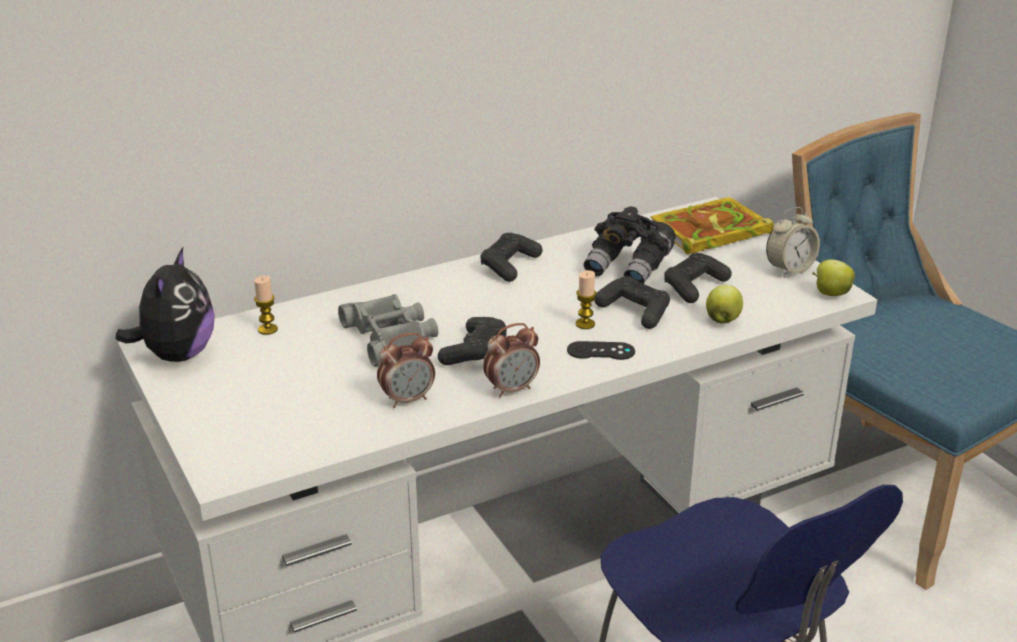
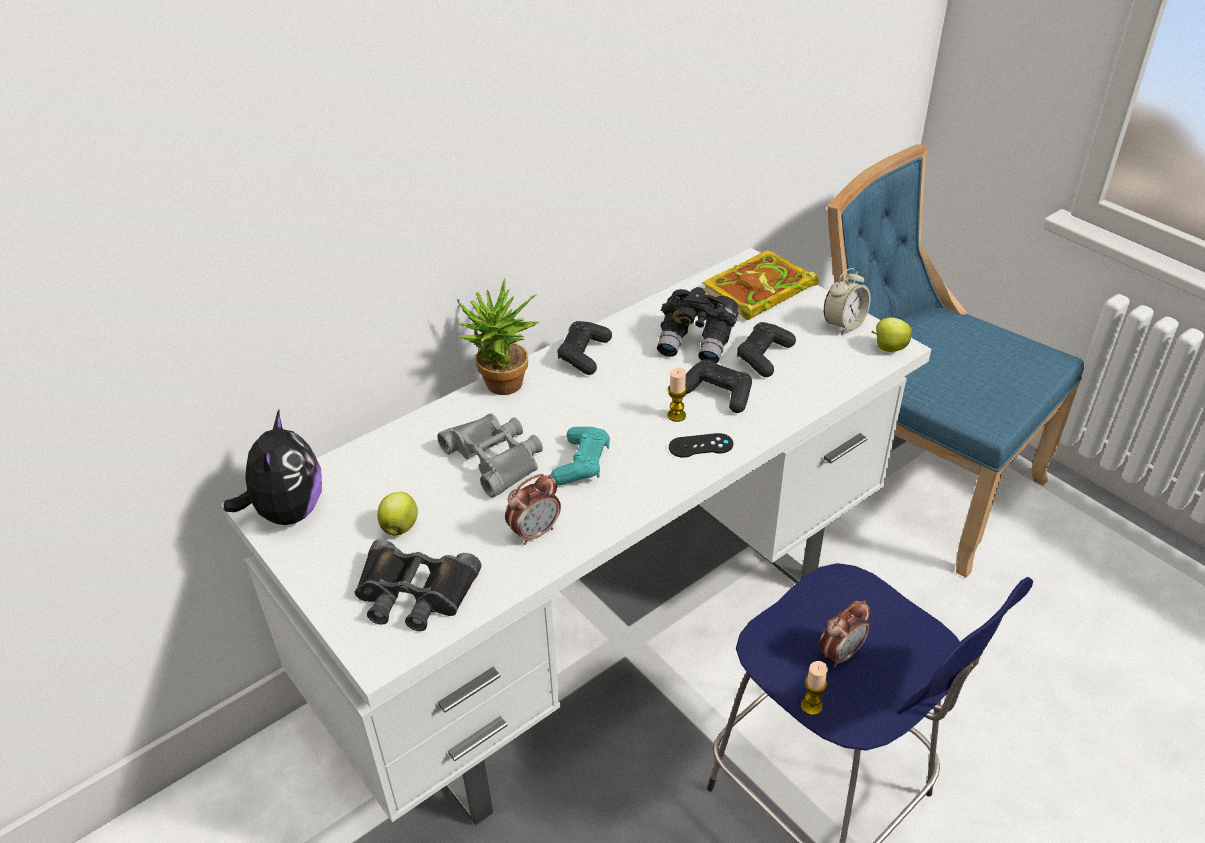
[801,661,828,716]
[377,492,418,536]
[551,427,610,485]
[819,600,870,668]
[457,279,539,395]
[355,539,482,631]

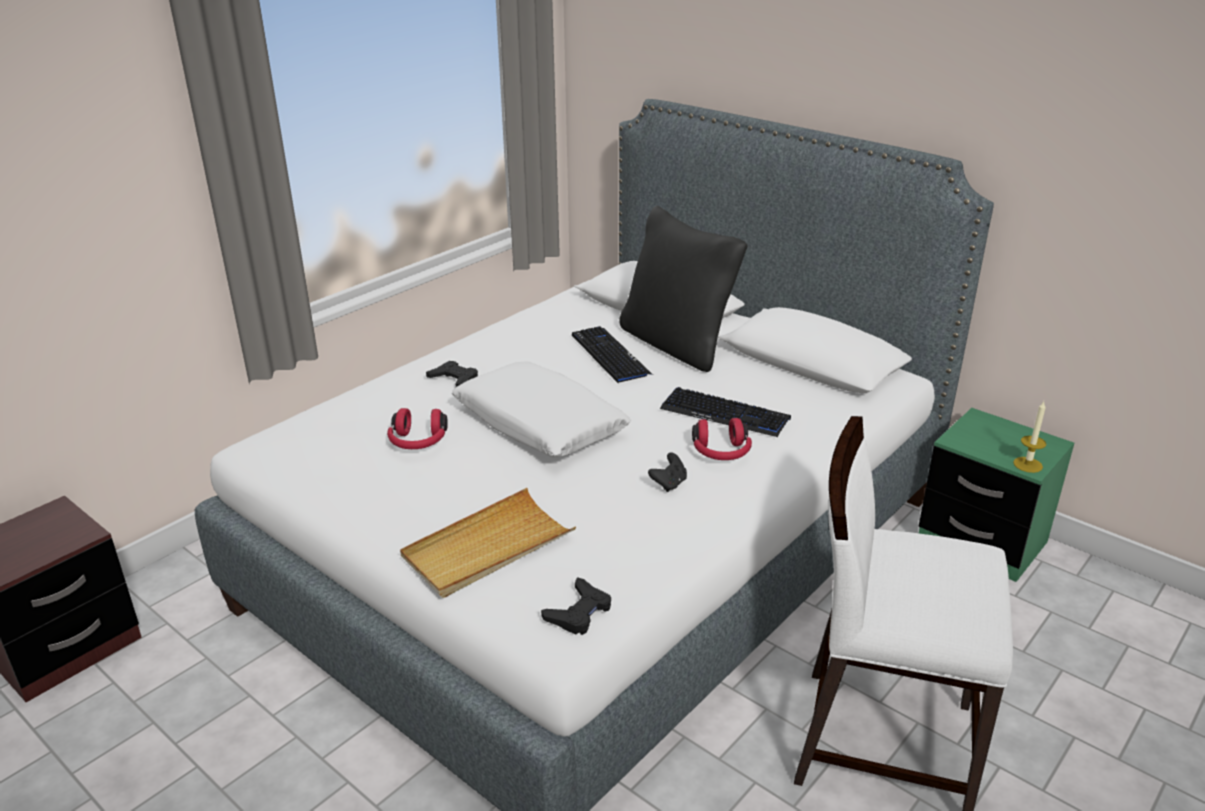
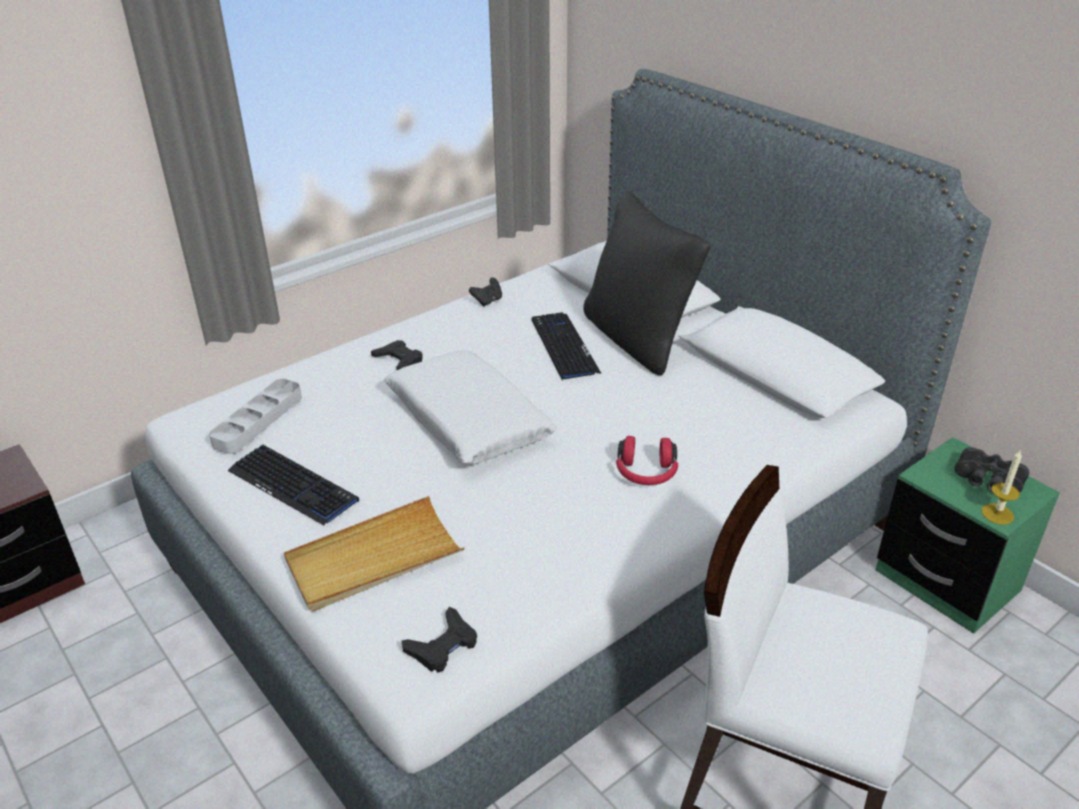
[228,445,359,525]
[387,408,448,449] (first image)
[469,277,502,307]
[209,379,302,454]
[955,447,1029,493]

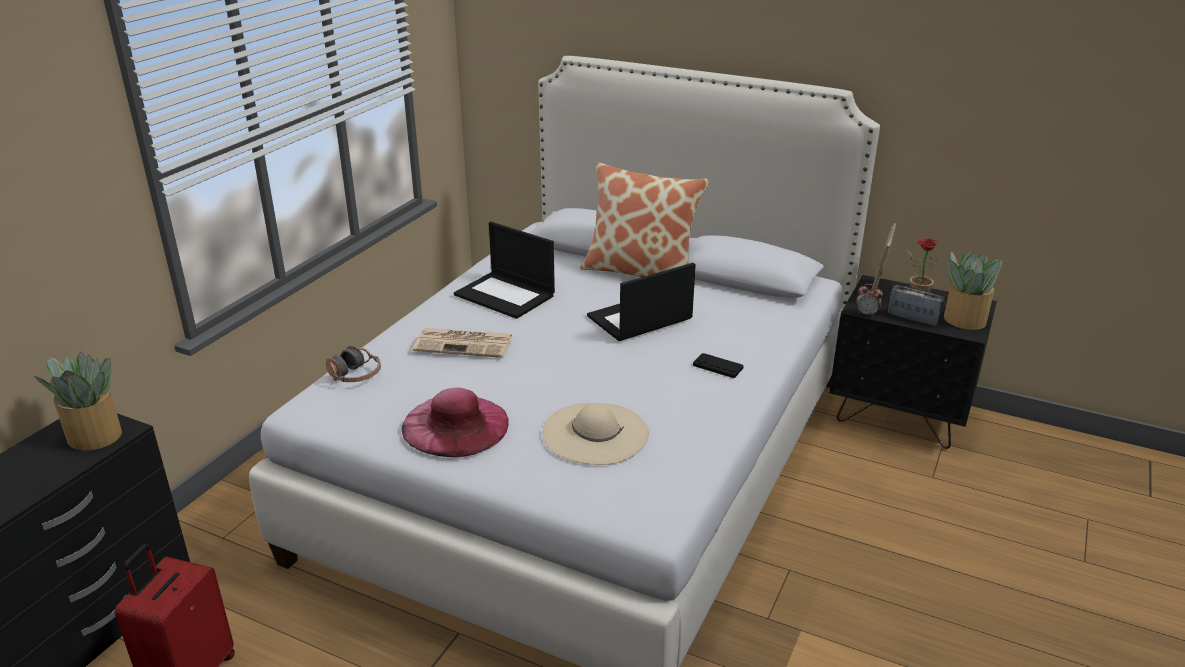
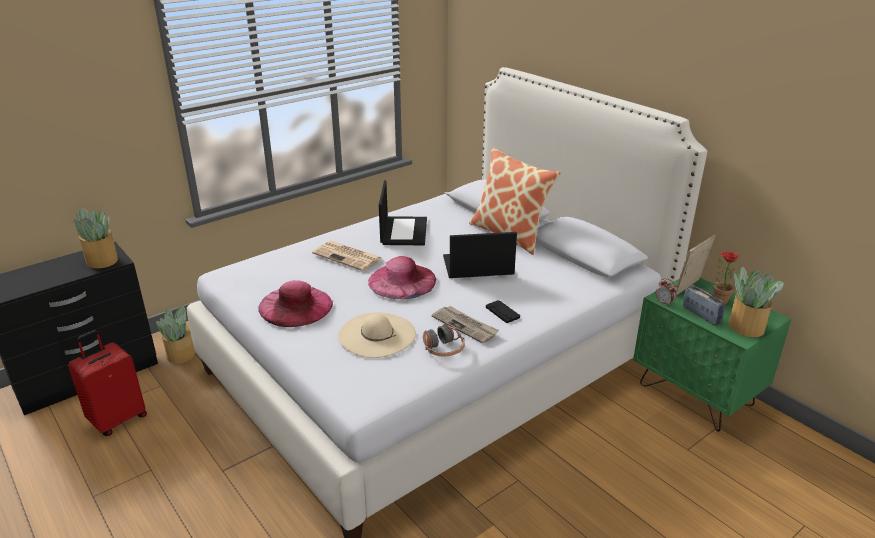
[379,180,427,245]
[633,278,792,432]
[423,324,465,357]
[368,256,436,299]
[156,305,195,364]
[431,306,499,344]

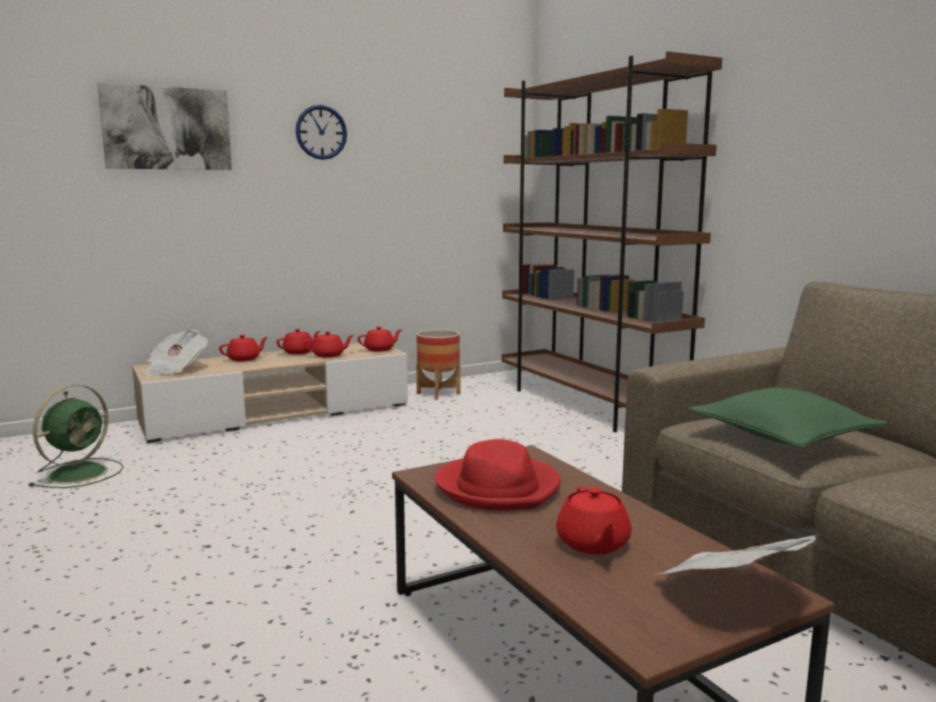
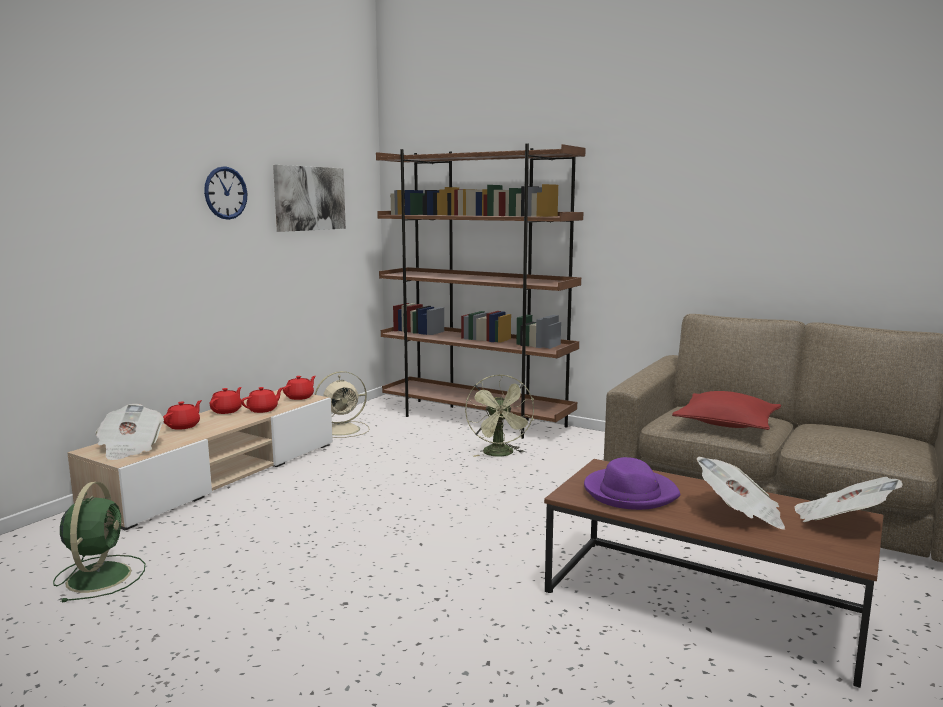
[273,165,346,232]
[315,371,370,438]
[672,391,781,430]
[584,457,680,510]
[697,457,786,530]
[465,374,534,457]

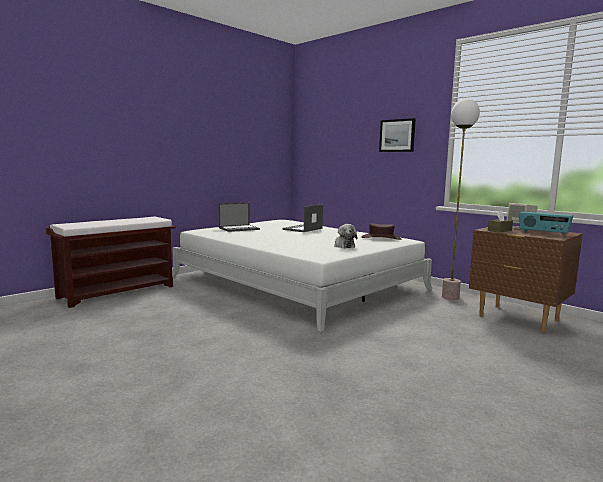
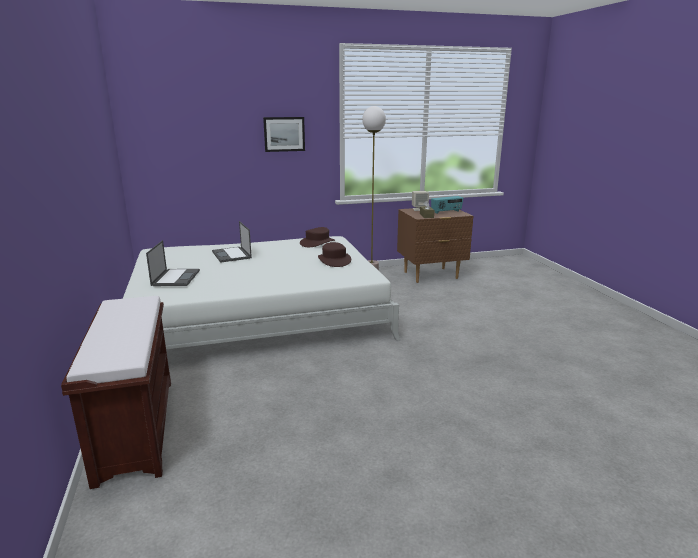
[318,242,351,267]

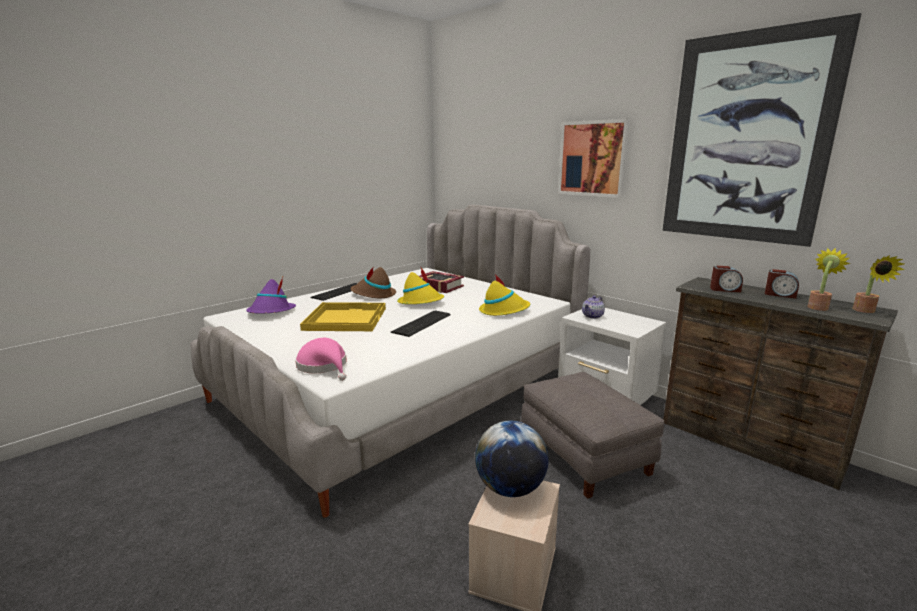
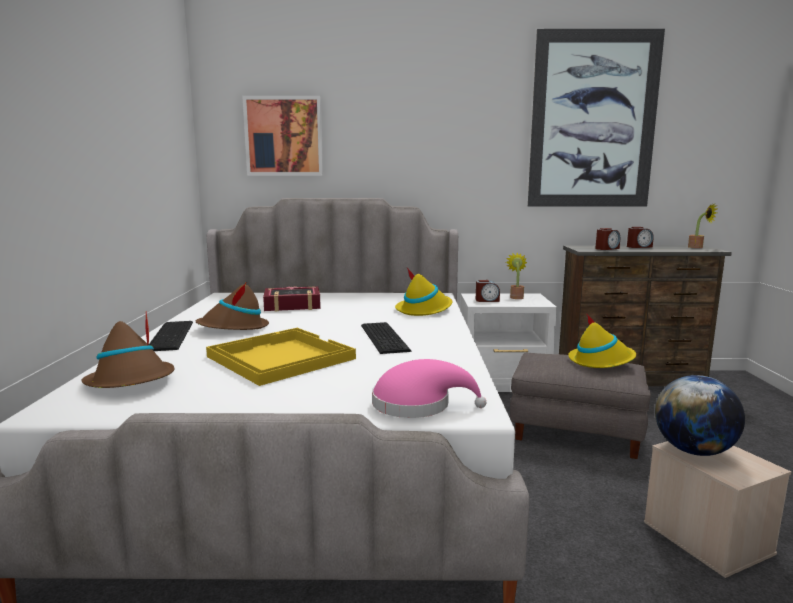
[242,96,323,176]
[506,253,527,299]
[568,313,636,368]
[81,312,174,388]
[476,280,500,302]

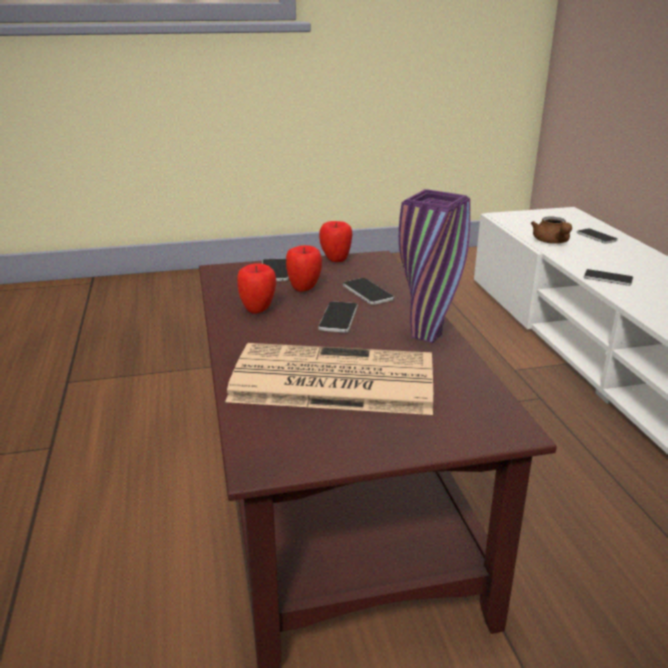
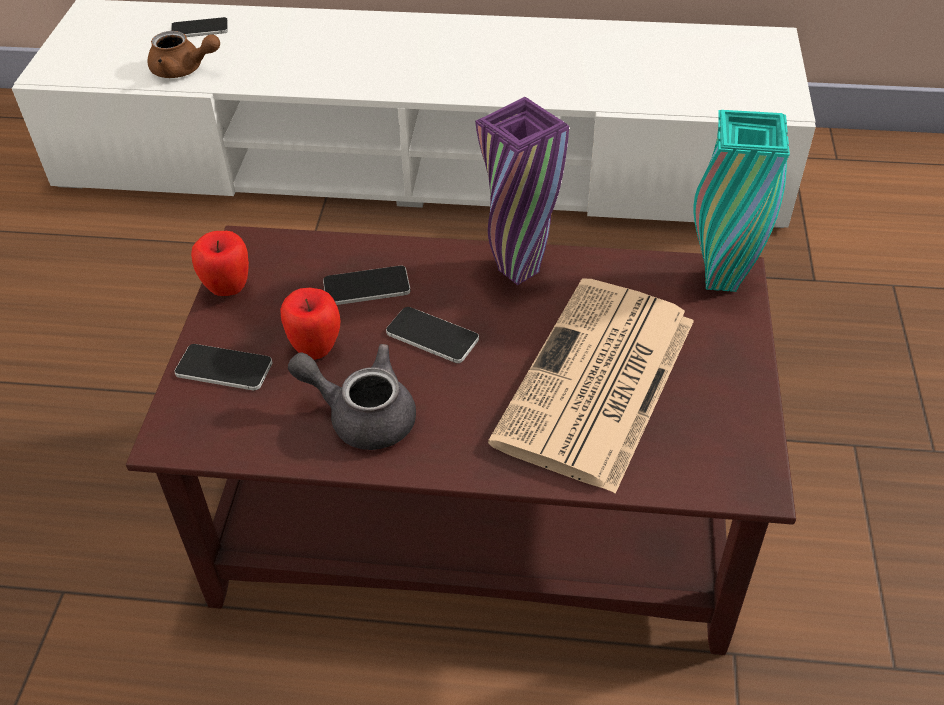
[288,344,416,450]
[584,269,633,286] (first image)
[694,110,790,292]

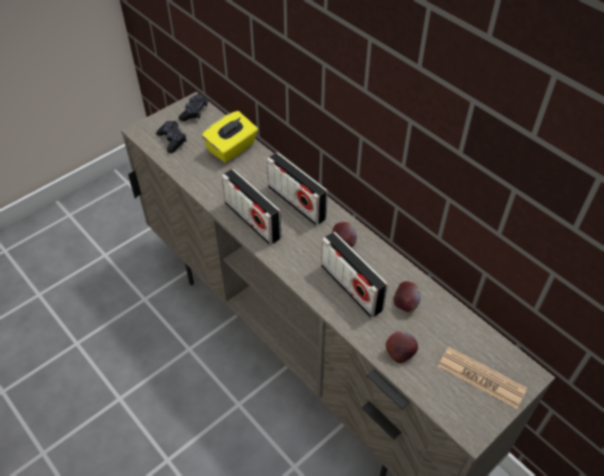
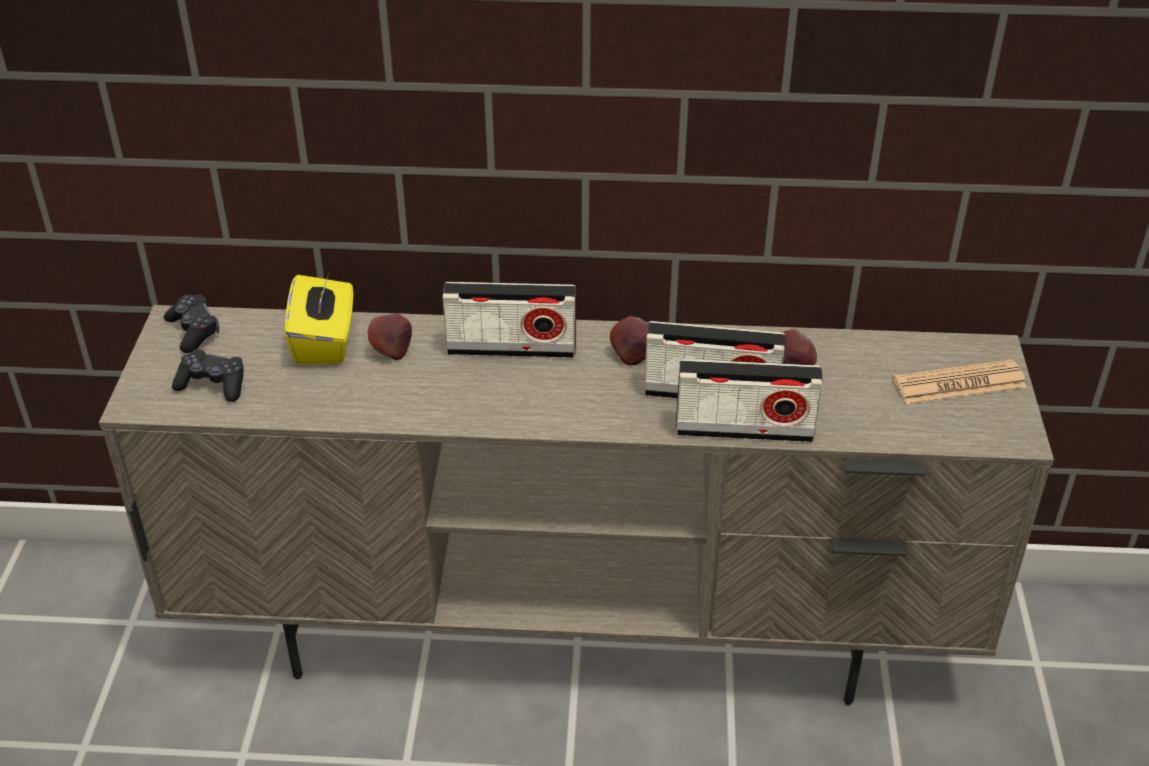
[676,359,823,442]
[368,314,412,360]

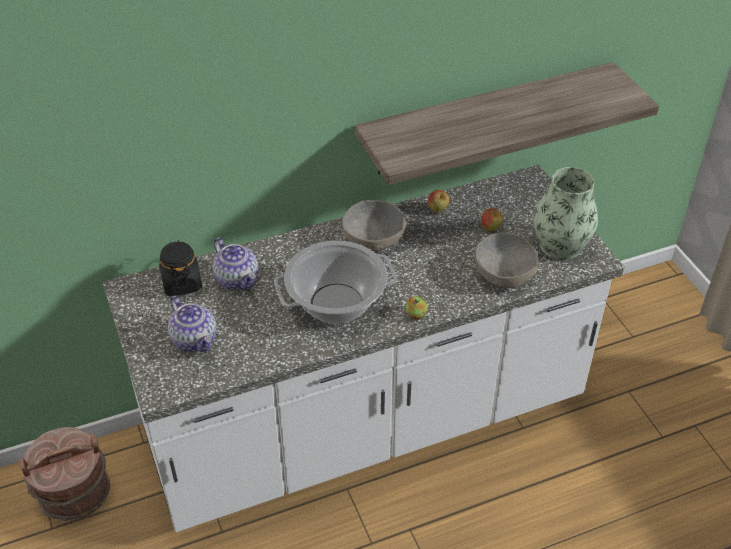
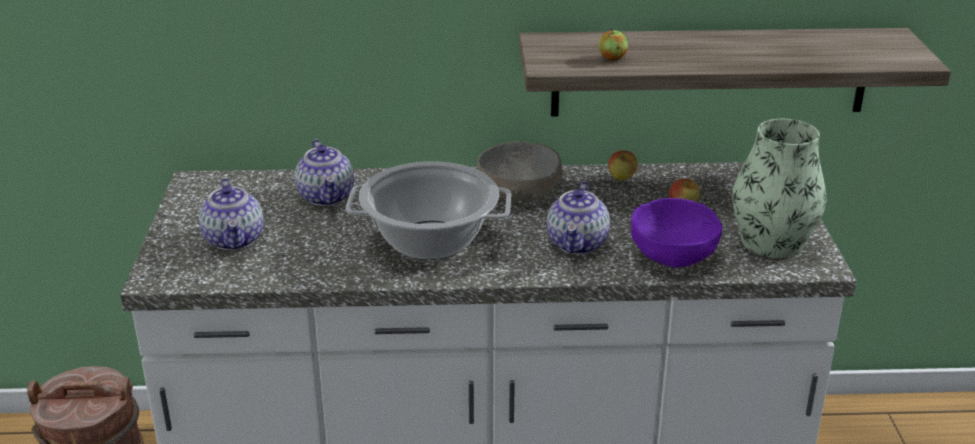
[631,198,722,268]
[159,240,202,296] (first image)
[599,28,628,61]
[547,181,610,254]

